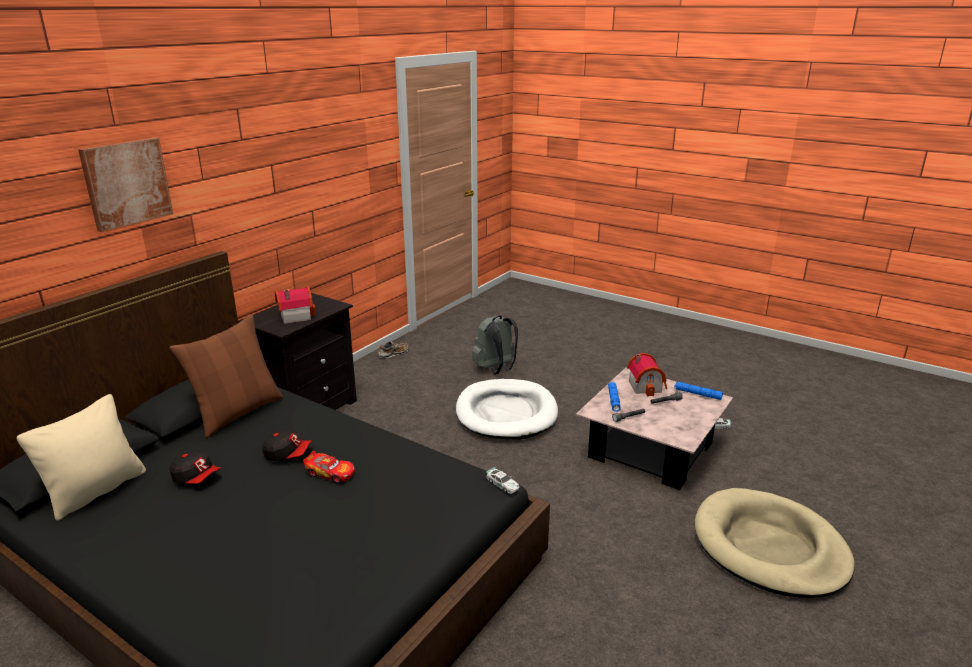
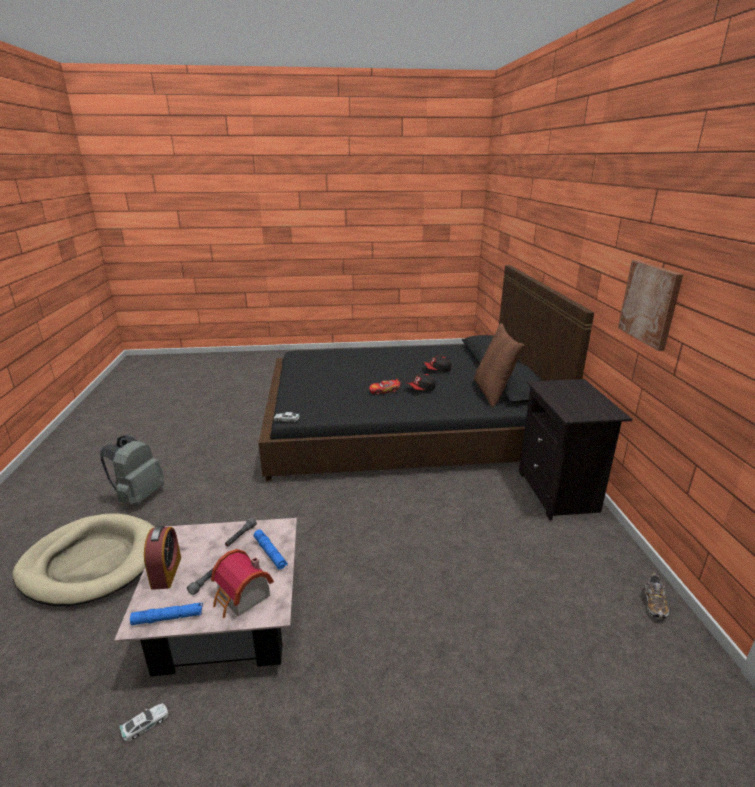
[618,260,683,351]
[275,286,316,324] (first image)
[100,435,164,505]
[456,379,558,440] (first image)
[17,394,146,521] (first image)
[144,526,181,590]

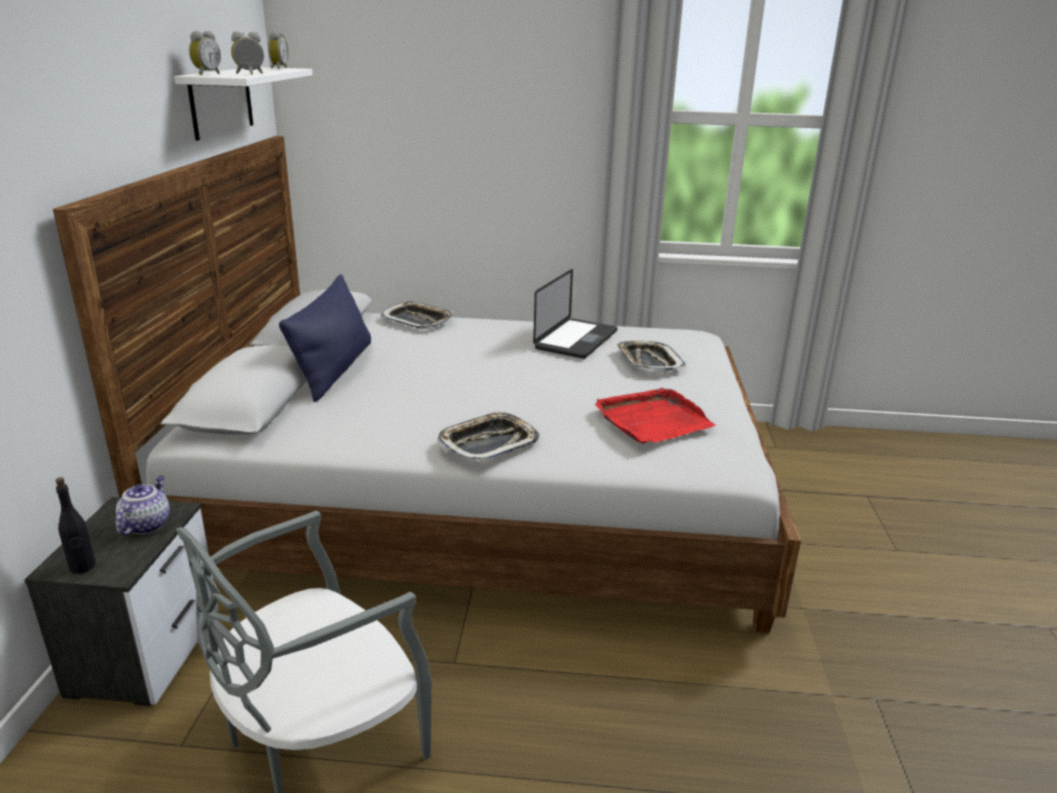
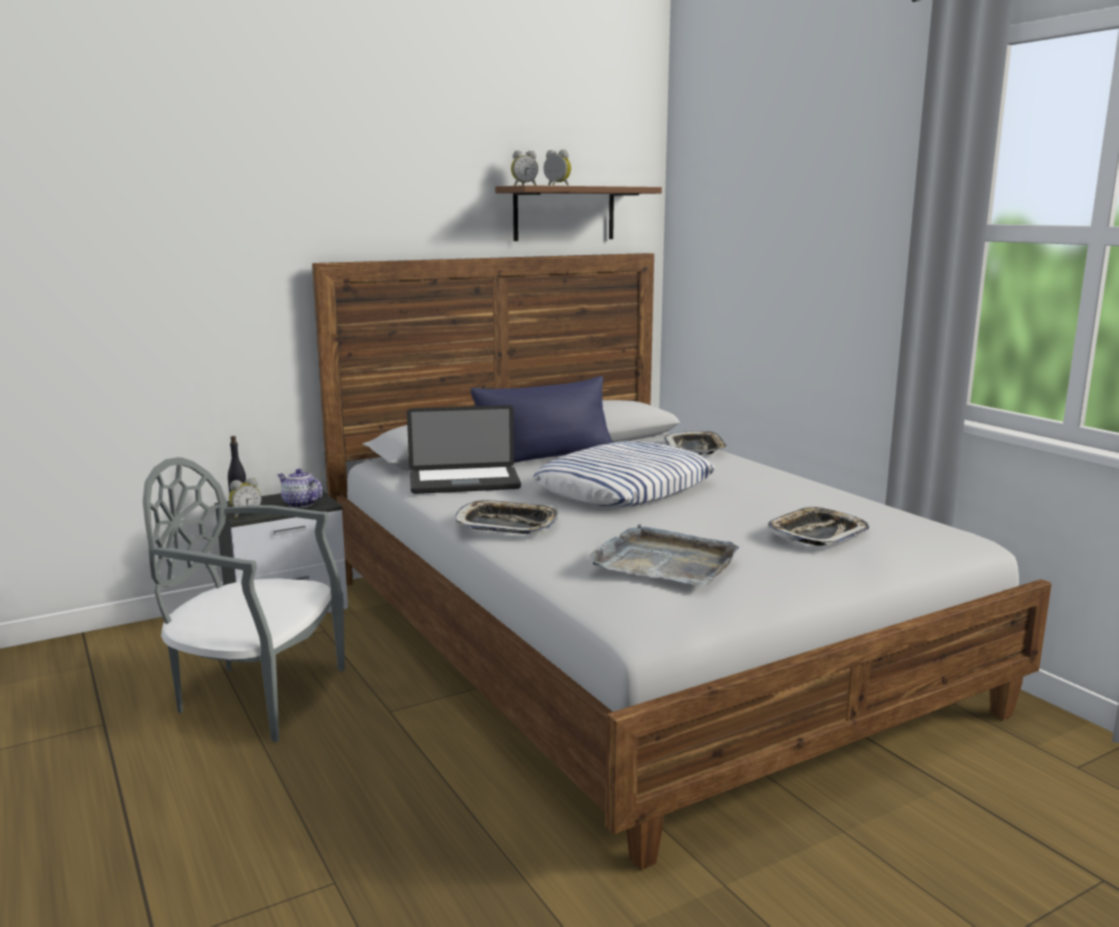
[229,478,262,518]
[495,185,662,241]
[407,405,521,494]
[587,524,739,586]
[277,469,323,508]
[533,441,715,507]

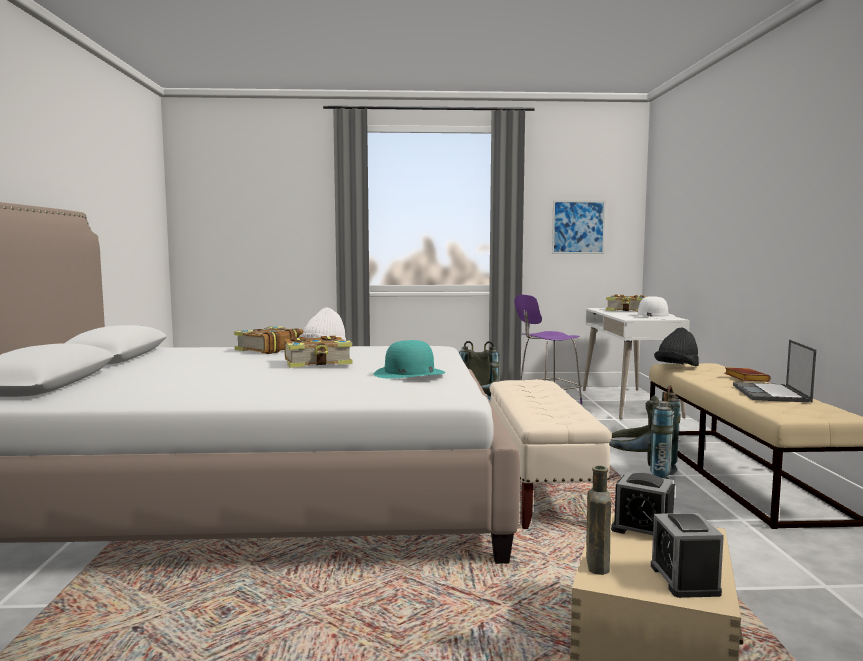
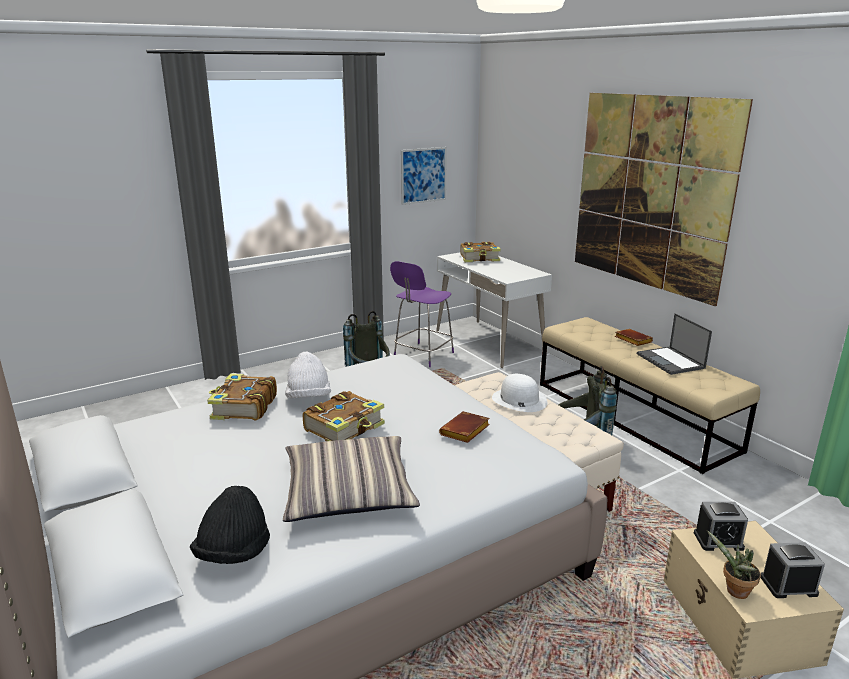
[492,374,547,412]
[190,486,270,564]
[439,411,490,443]
[707,530,761,599]
[760,542,825,598]
[575,93,753,306]
[283,436,420,522]

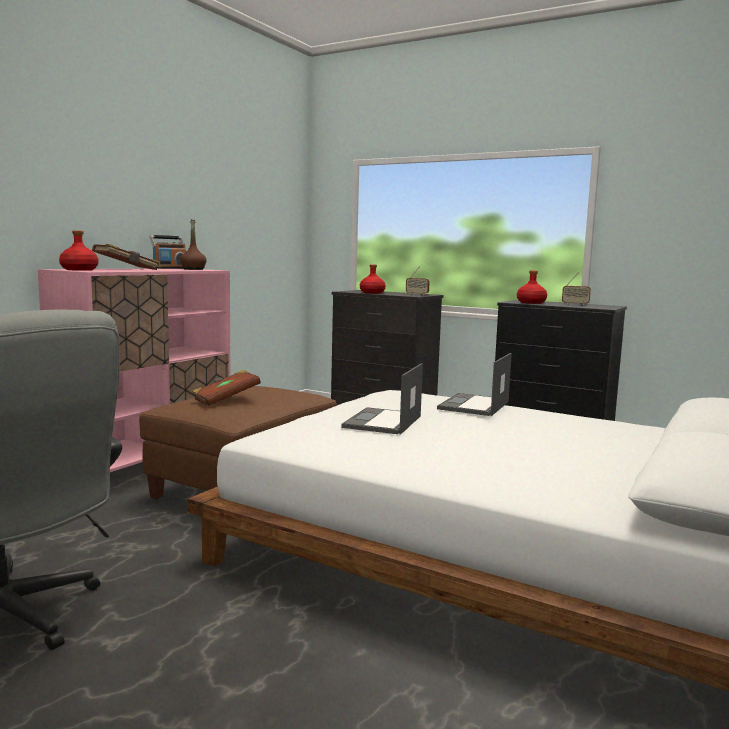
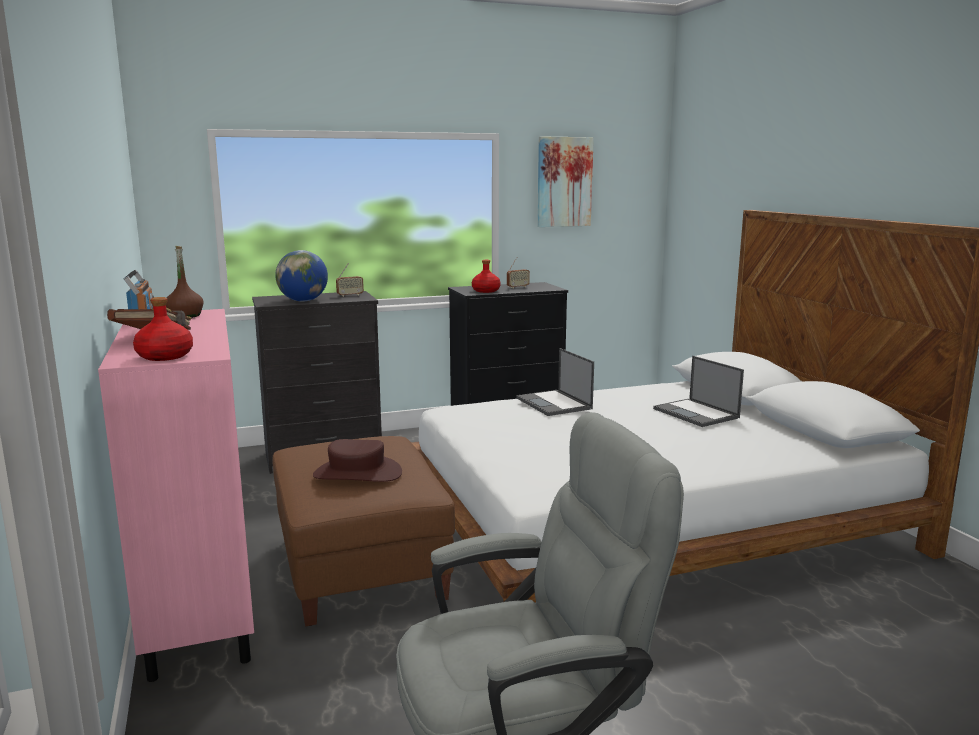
[275,250,328,302]
[653,356,744,427]
[313,439,402,482]
[537,137,594,227]

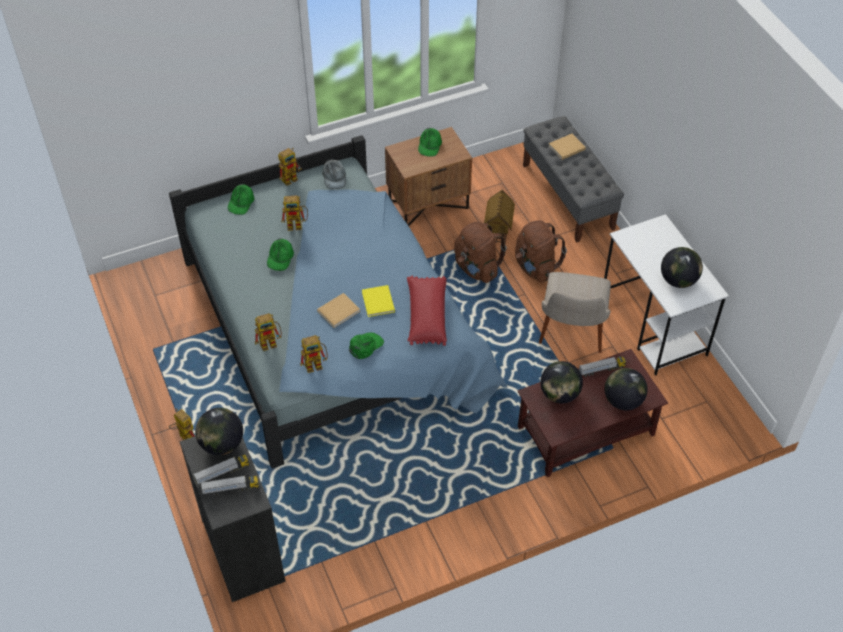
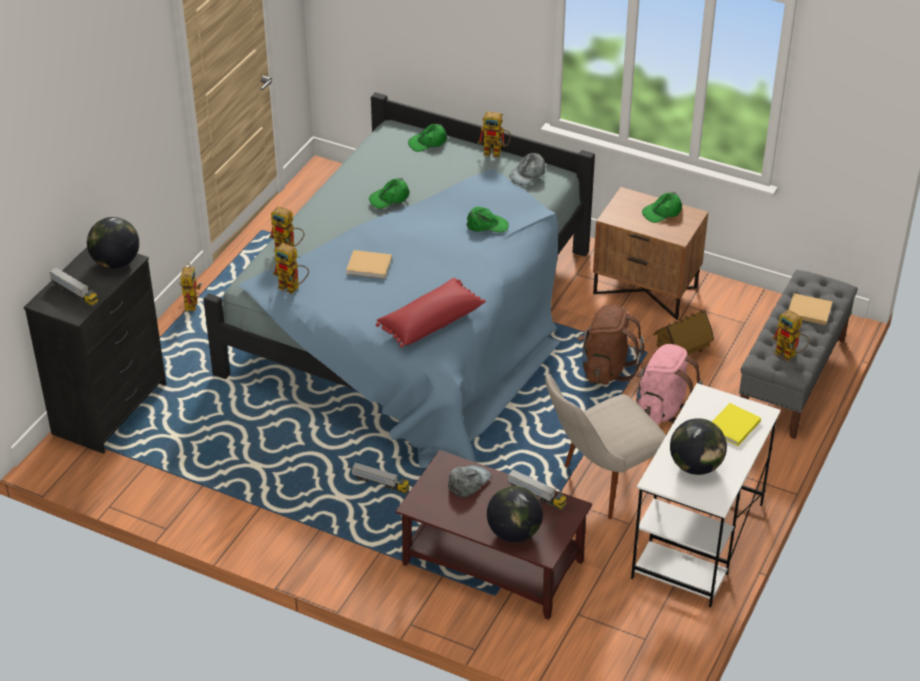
[772,309,810,361]
[635,344,703,425]
[712,403,761,446]
[466,206,509,233]
[448,465,491,497]
[352,462,410,494]

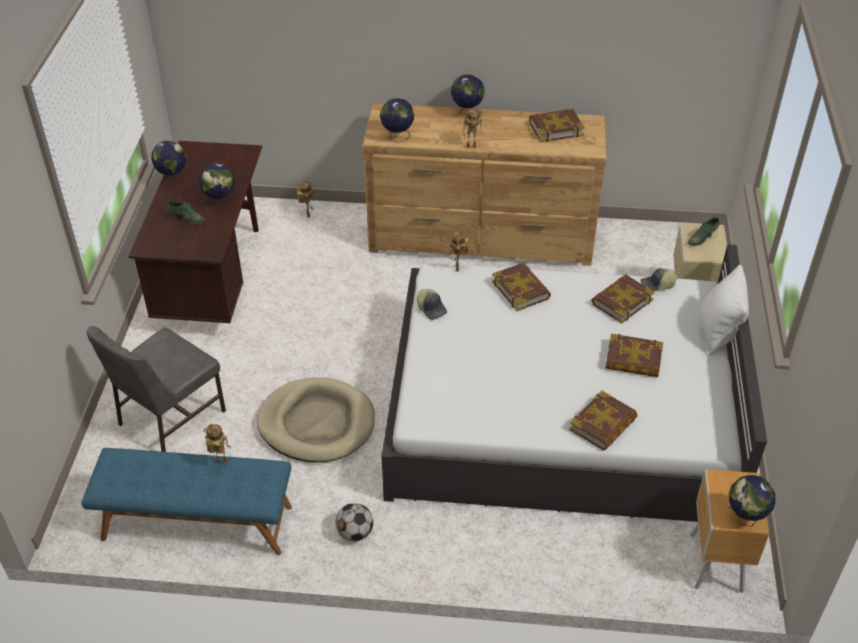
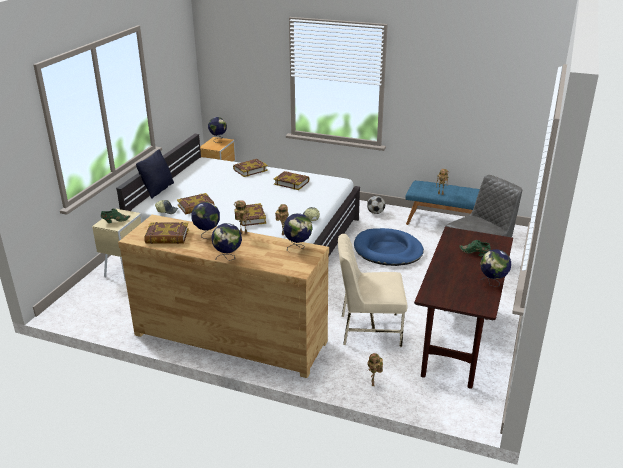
[191,202,220,239]
[136,149,174,199]
[273,171,309,190]
[354,228,424,266]
[338,234,408,347]

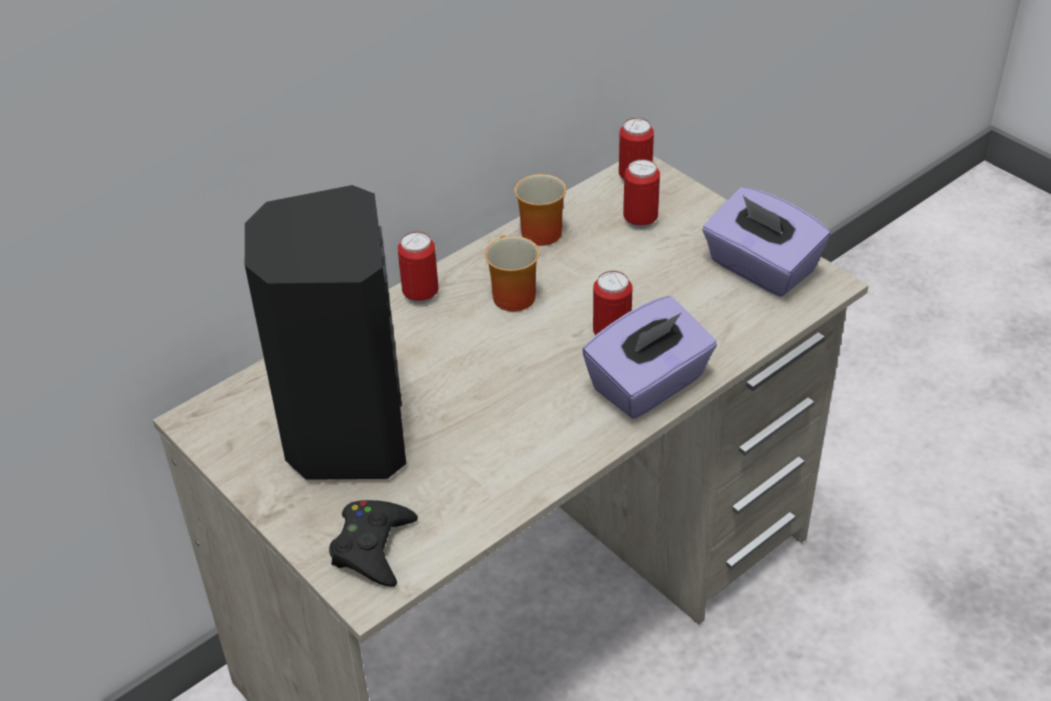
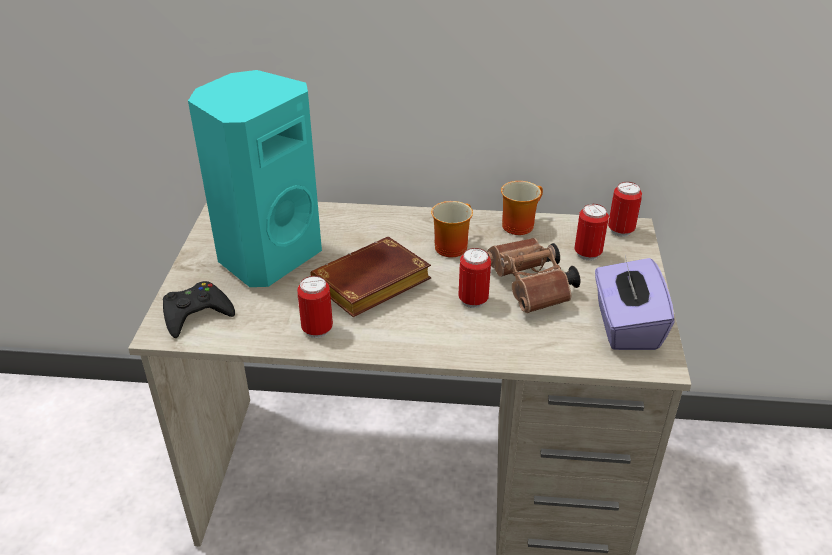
[188,70,322,287]
[297,276,333,338]
[582,296,717,419] (first image)
[310,237,431,317]
[487,238,581,313]

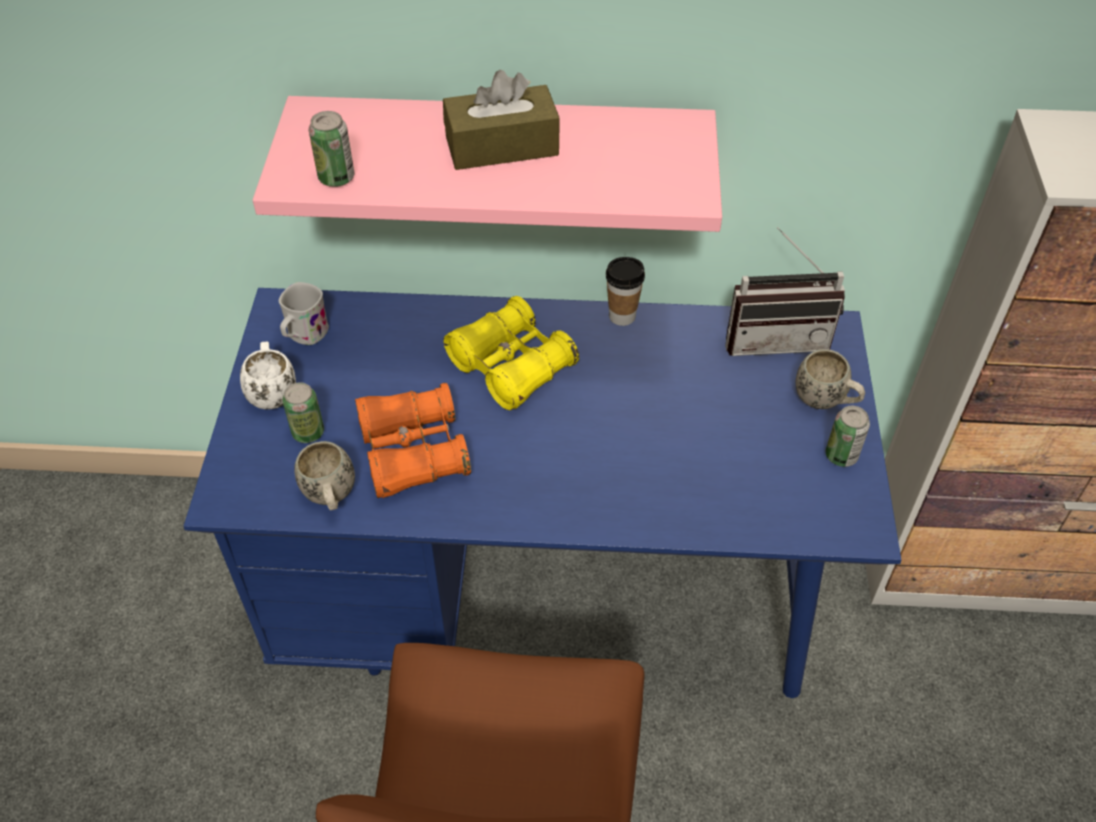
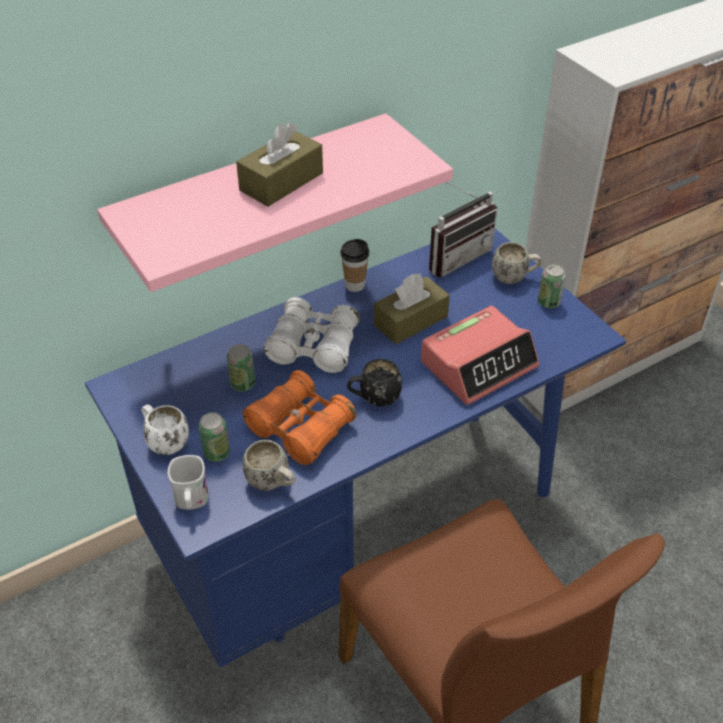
[227,344,255,391]
[168,455,209,510]
[264,297,360,373]
[374,274,450,344]
[421,306,539,405]
[347,359,402,406]

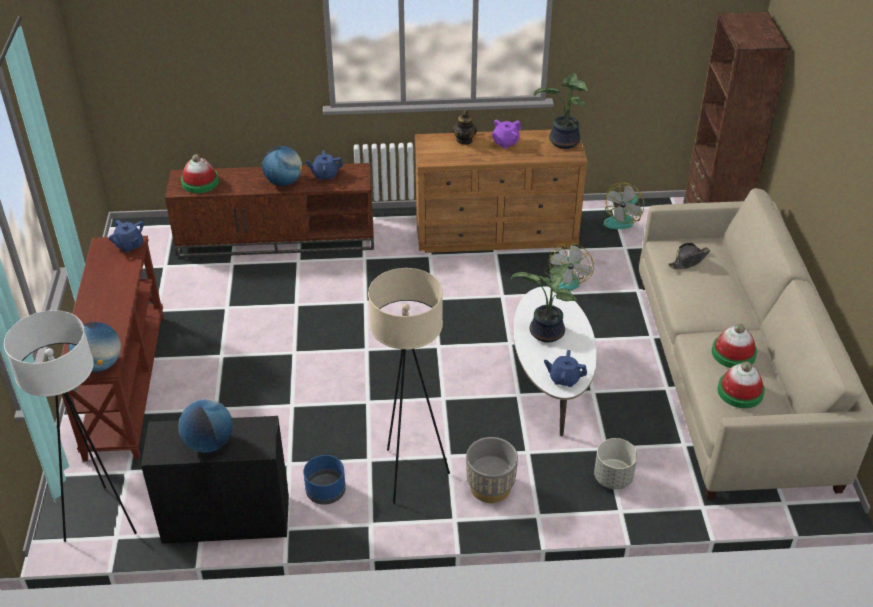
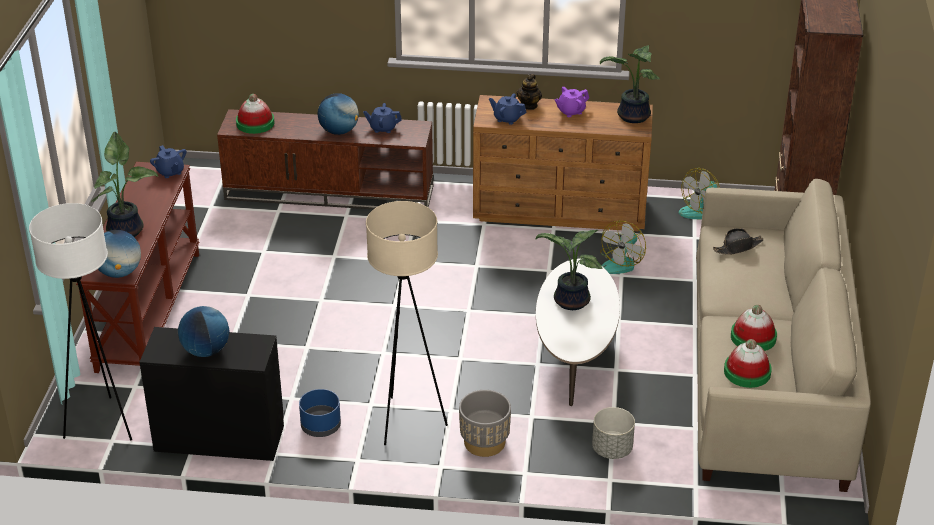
[489,93,526,125]
[91,132,158,237]

